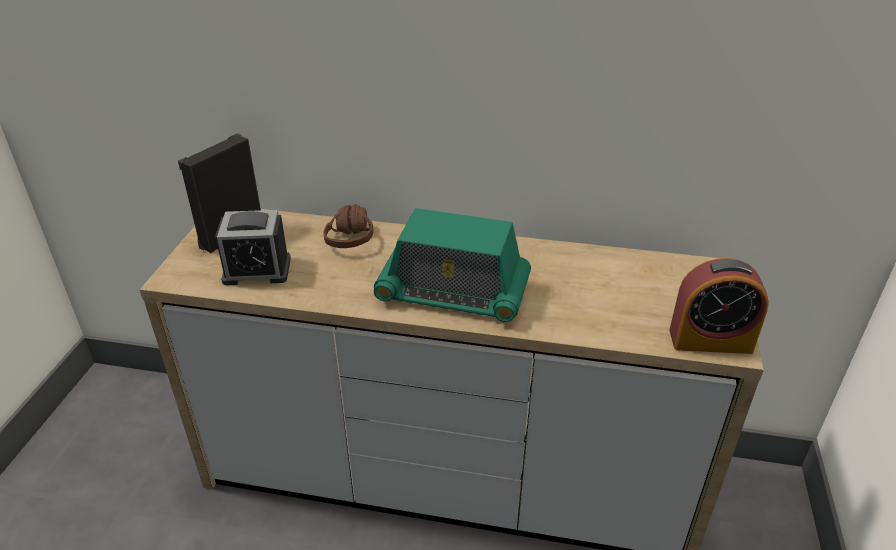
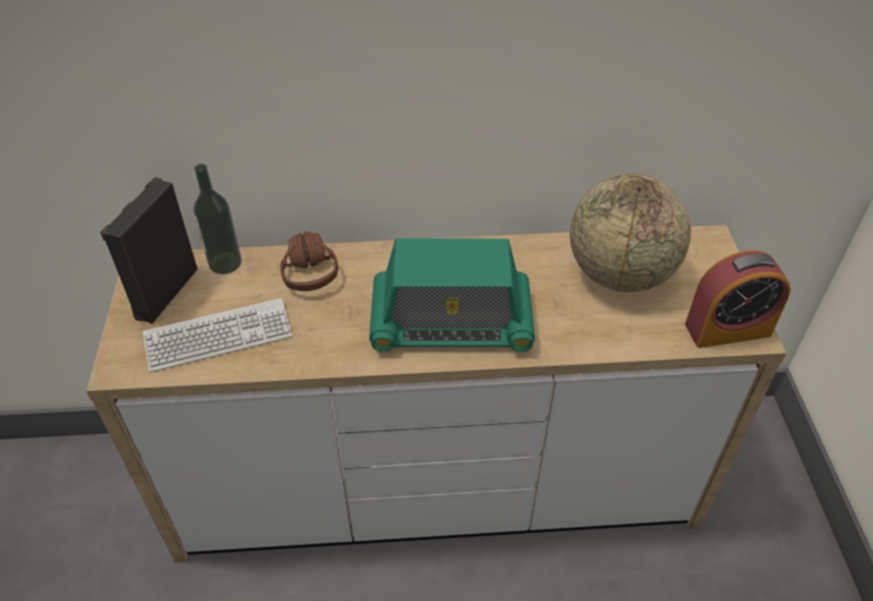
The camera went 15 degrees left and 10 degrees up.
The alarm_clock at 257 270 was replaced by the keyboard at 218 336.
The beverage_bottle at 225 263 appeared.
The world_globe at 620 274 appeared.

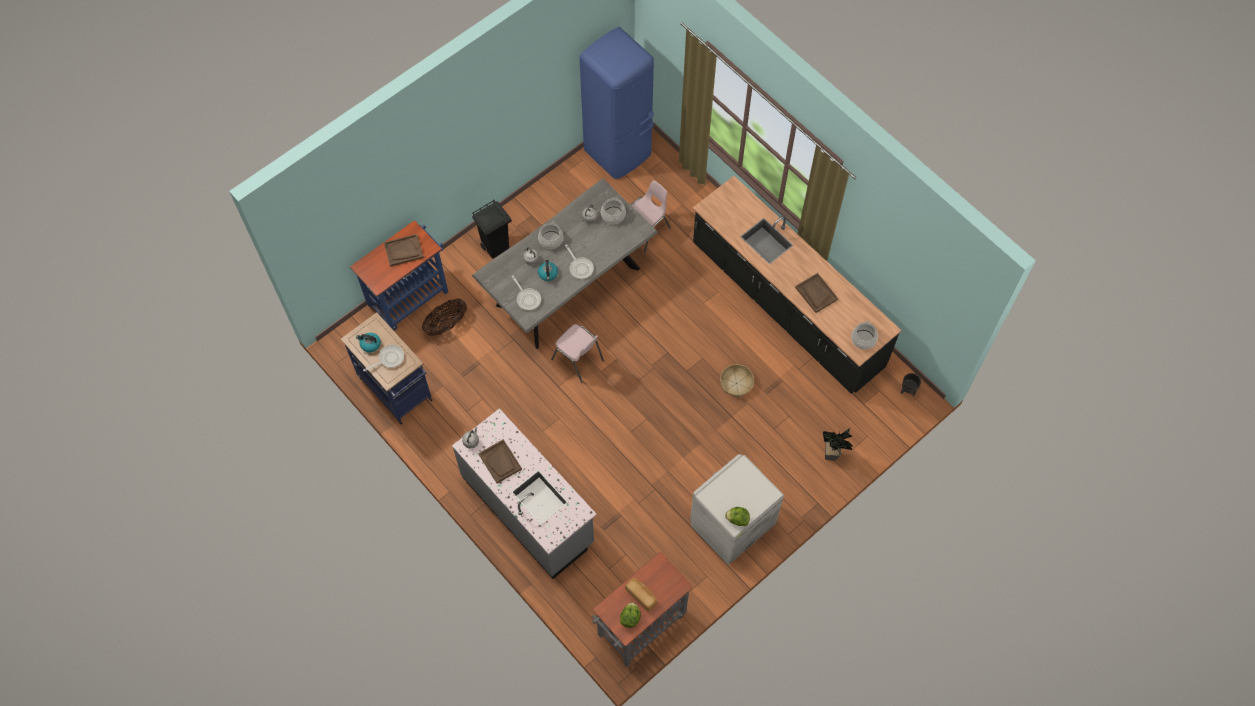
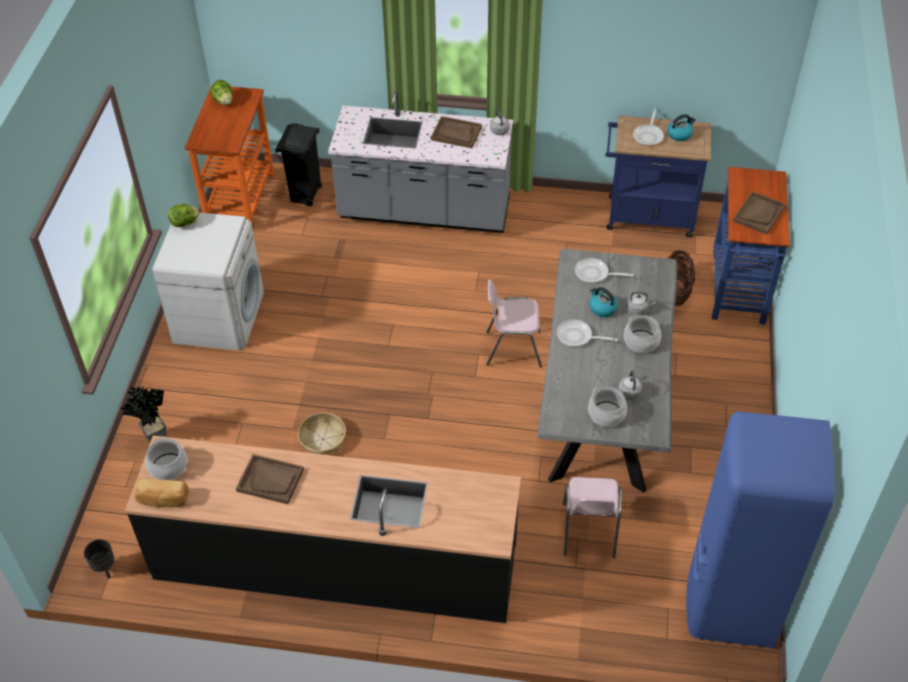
The camera went 140 degrees right and 15 degrees down.
The bakery_bread moved from 641 595 to 163 499.
The gray_trolley at 640 626 became the orange_trolley at 240 199.
The black_rubbish_bin moved from 496 247 to 305 196.

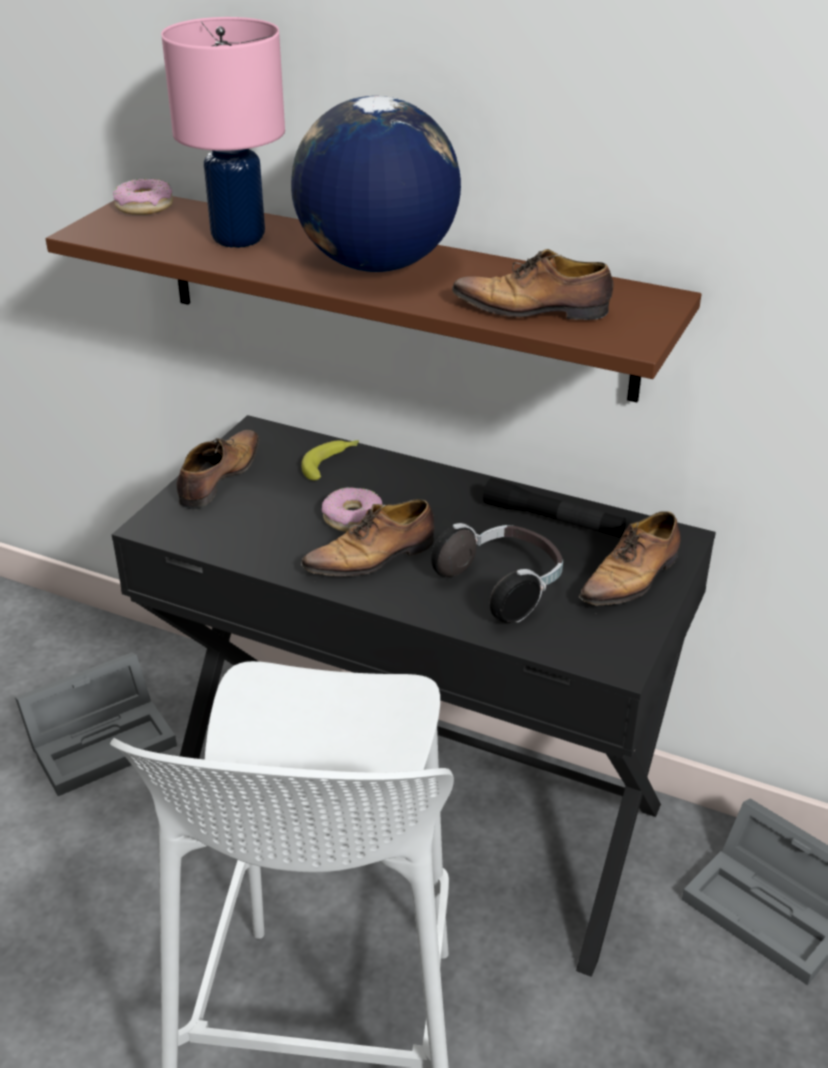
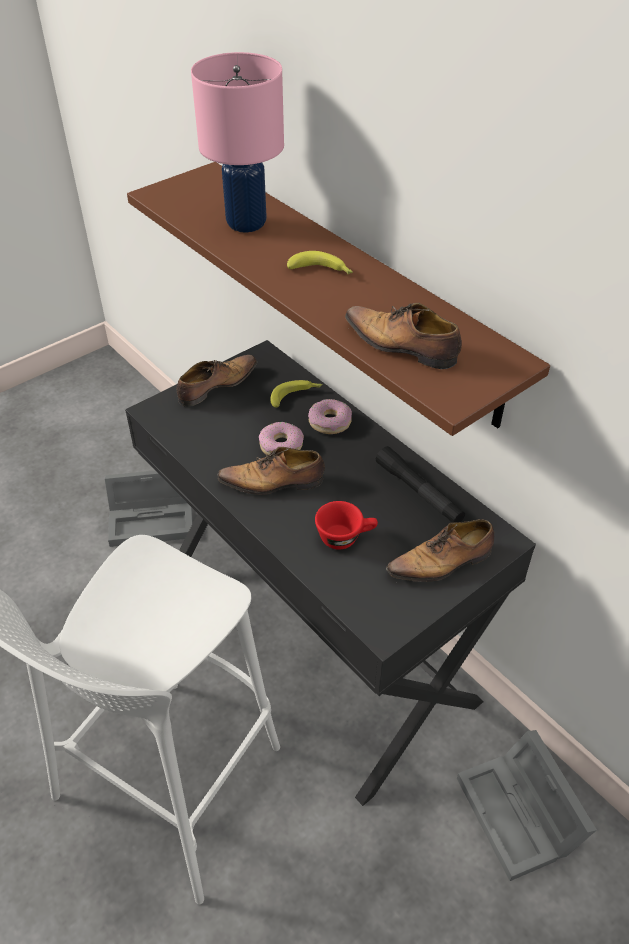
The camera went 25 degrees right and 10 degrees up.
The world_globe at 376 264 was replaced by the whole_banana at 322 271.
The doughnut moved from 144 206 to 330 422.
The headphones at 503 587 was replaced by the reddish_cup at 345 537.

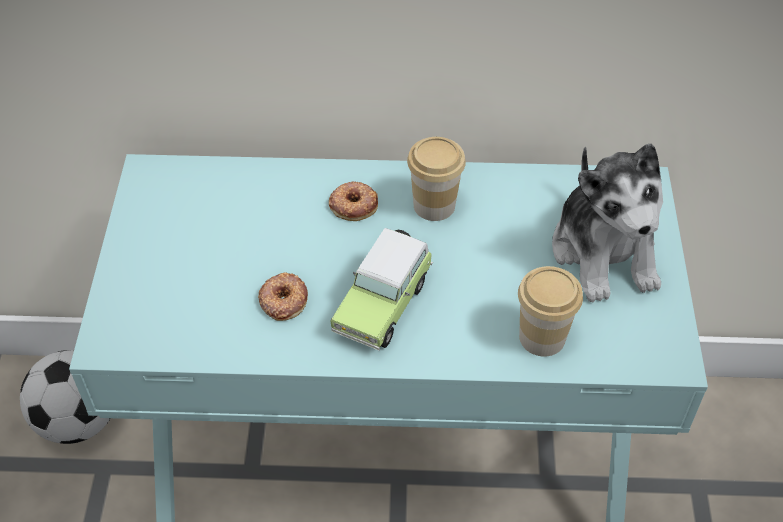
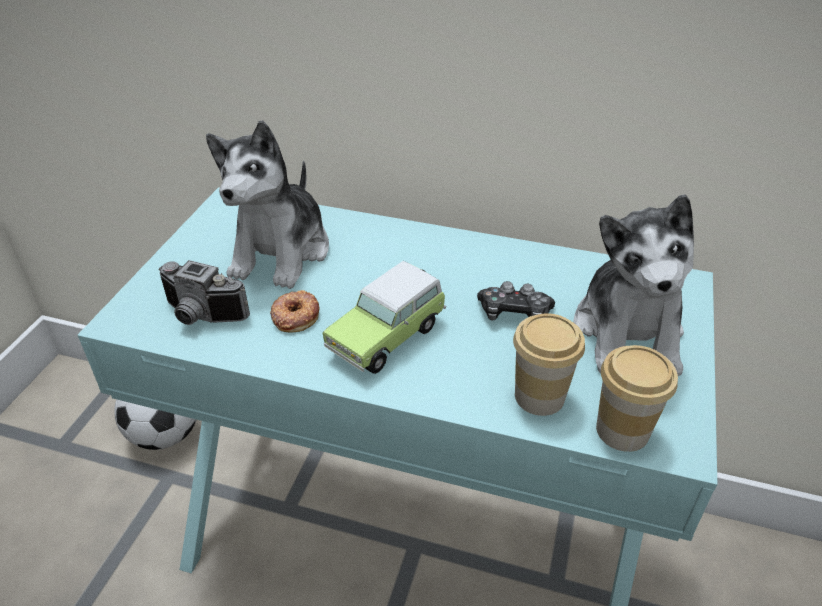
The camera went 15 degrees right and 10 degrees down.
The still_camera at 200 317 appeared.
The soft_toy at 281 252 appeared.
The joypad at 514 313 appeared.
The cup moved from 434 205 to 622 430.
The doughnut at 353 204 disappeared.

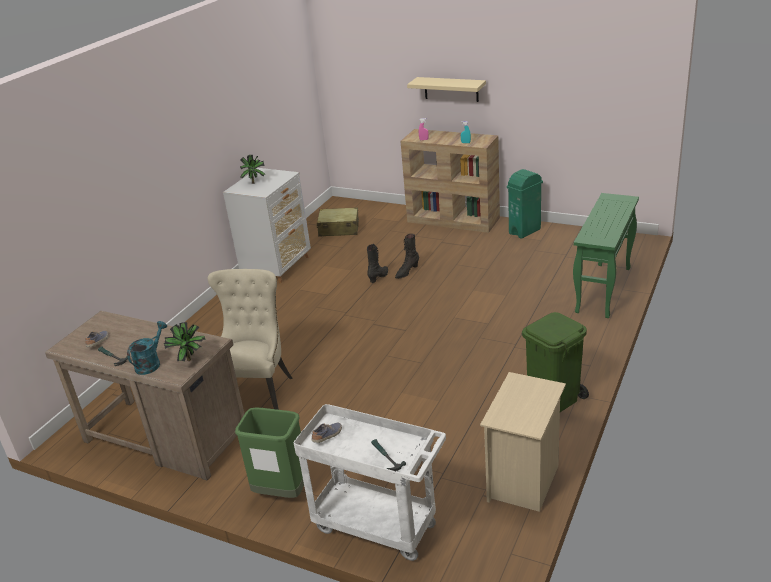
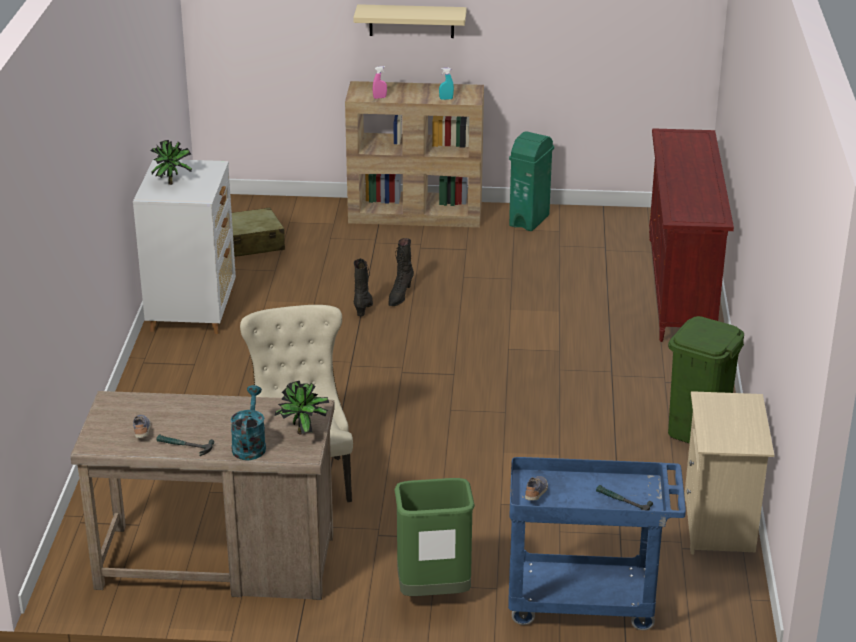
The camera went 25 degrees left and 0 degrees up.
The whitish_trolley at 380 530 became the blue_trolley at 588 608.
The greenish_narrow_table at 603 290 was replaced by the reddish_chest_of_drawers at 680 289.

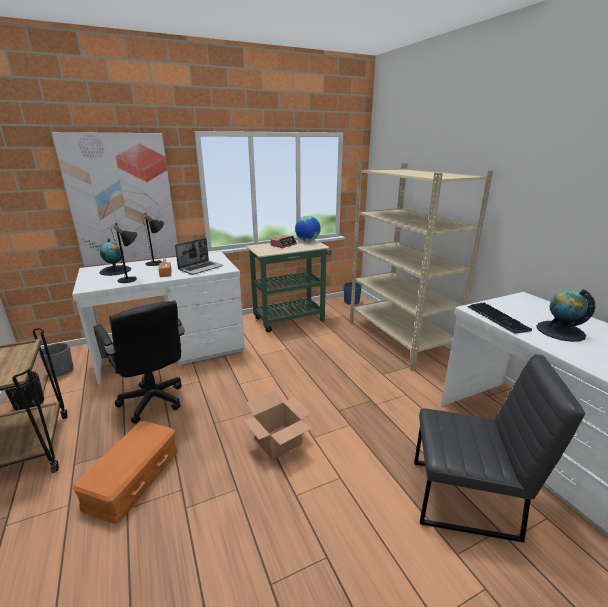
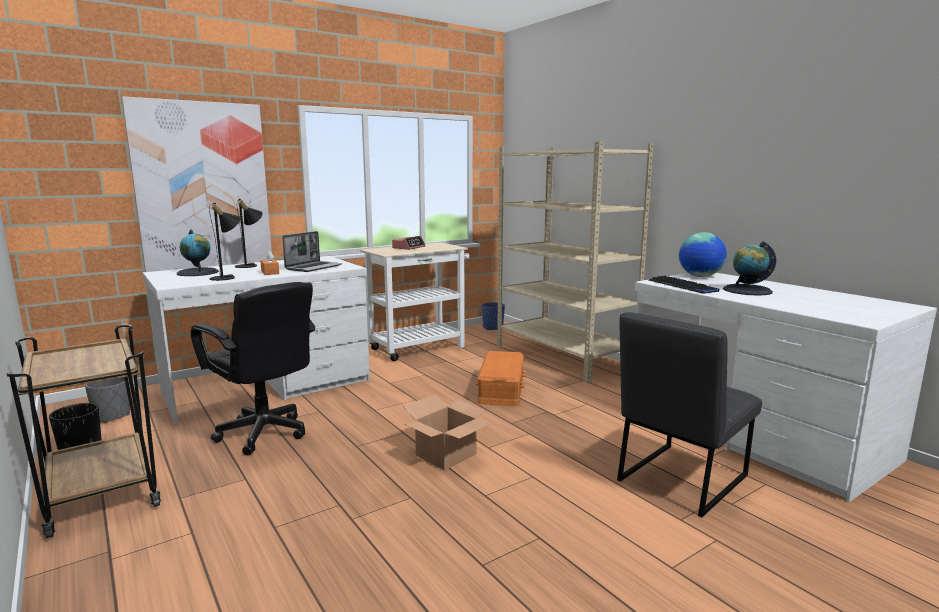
The camera went 10 degrees left and 10 degrees down.
The greenish_trolley at 290 319 became the whitish_trolley at 418 348.
The orange_storage_box moved from 133 478 to 502 389.
The gray_chair at 467 499 turned 135 degrees clockwise.
The world_globe moved from 307 241 to 700 276.

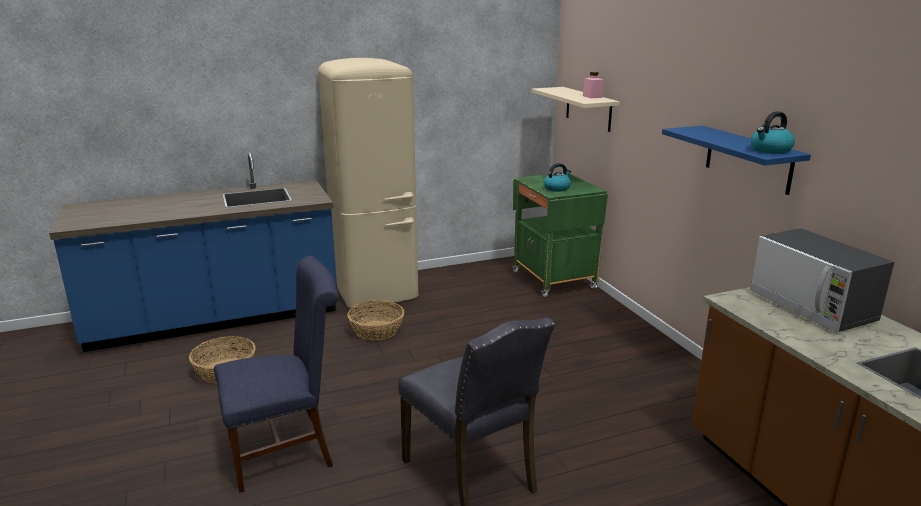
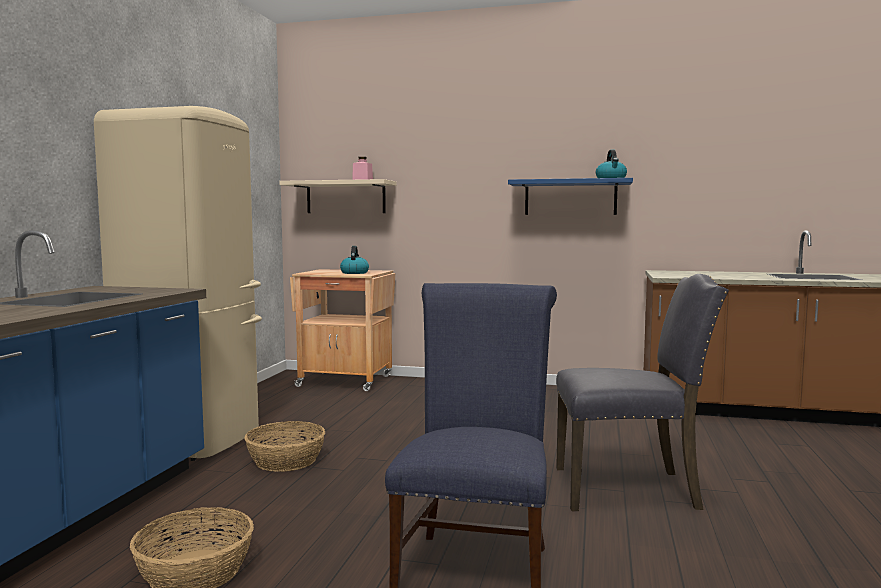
The camera went 55 degrees left and 15 degrees down.
The greenish_trolley at 554 281 became the brownish_trolley at 346 381.
The microwave at 811 307 disappeared.

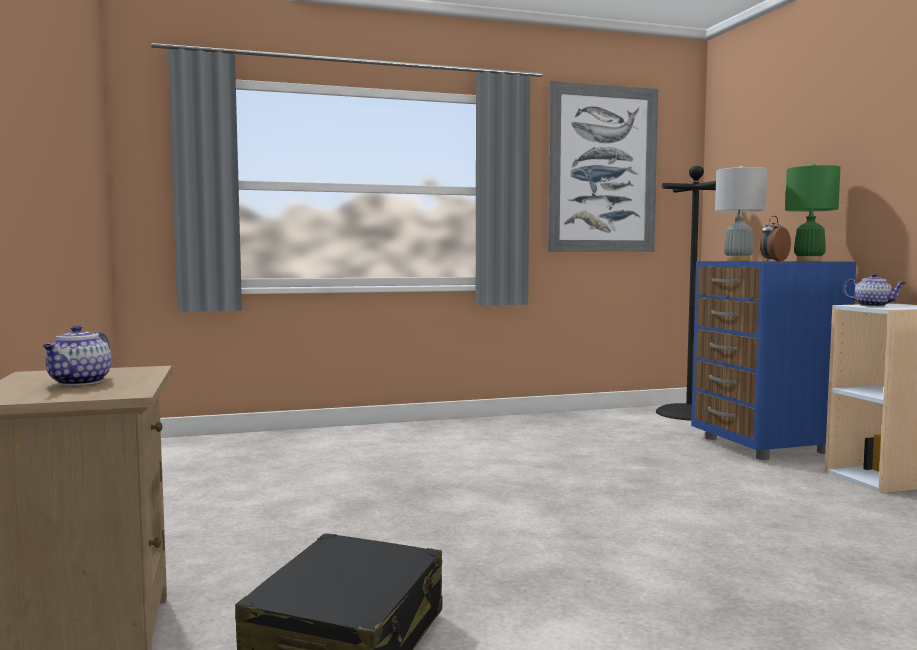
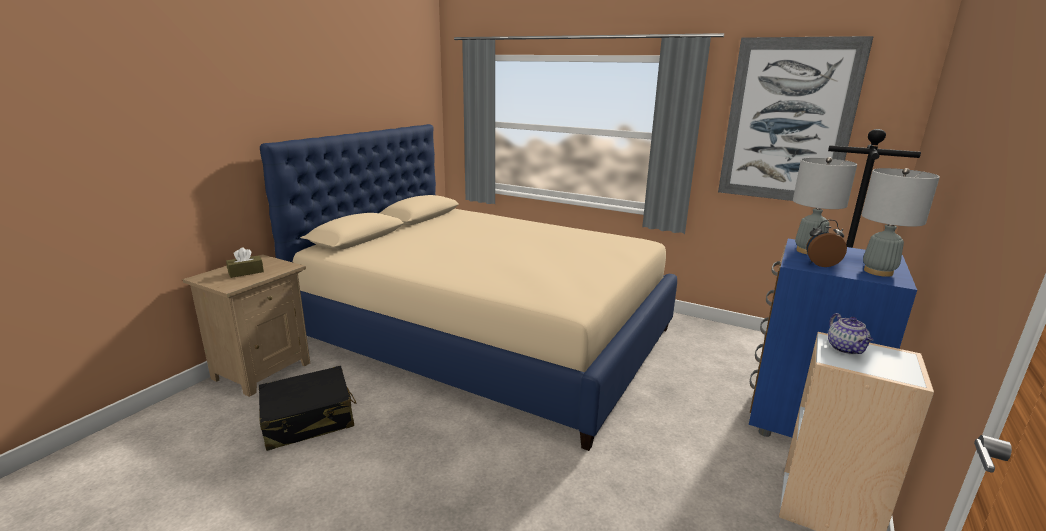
The camera went 45 degrees right and 15 degrees up.
The tea_pot at 79 382 was replaced by the brownish_box_of_tissues at 246 272.
The sand-coloured_bedroom_bed at 485 335 appeared.
The greenish_tabletop_lamp at 809 261 became the gray_tabletop_lamp at 878 272.

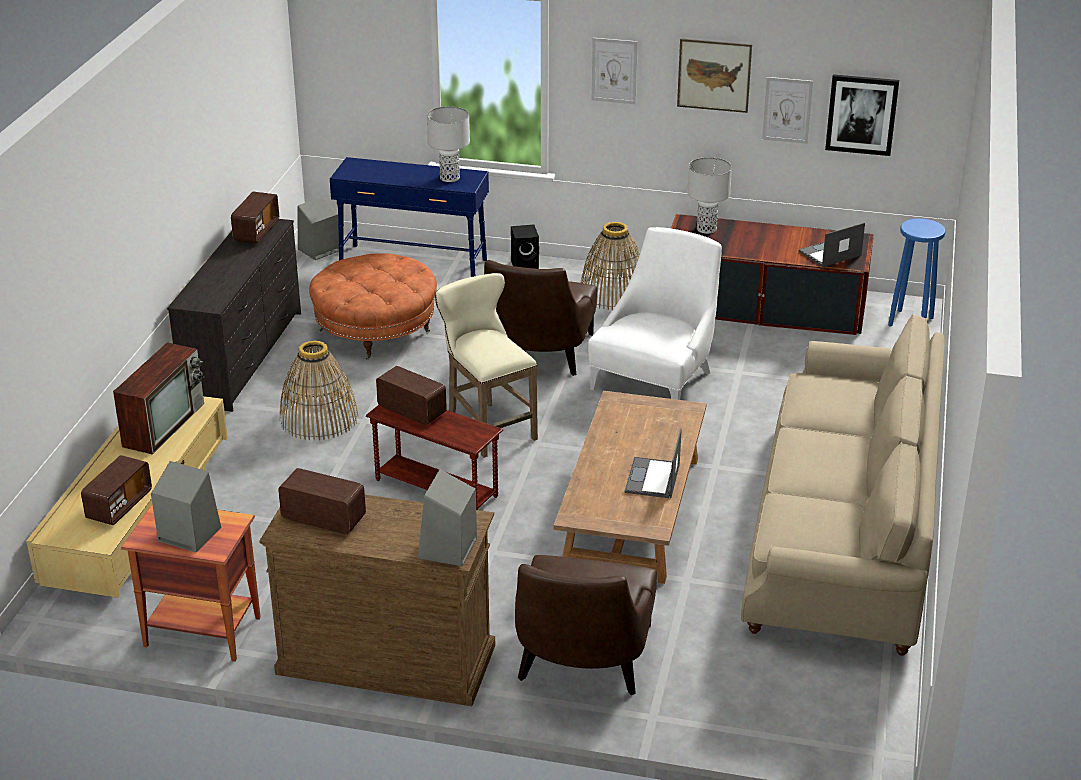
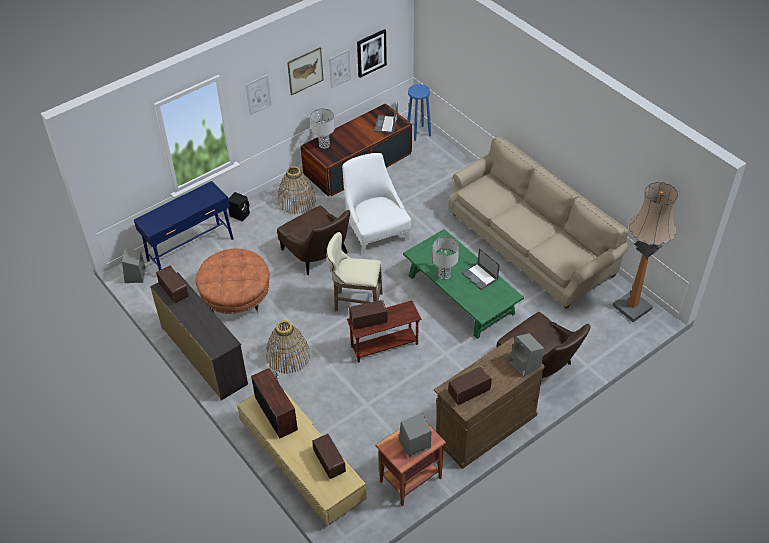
The camera went 50 degrees left and 15 degrees up.
The brownish_low_table at 633 512 became the greenish_low_table at 461 294.
The whitish_tabletop_lamp moved from 449 178 to 444 275.
The standing_lamp at 632 307 appeared.

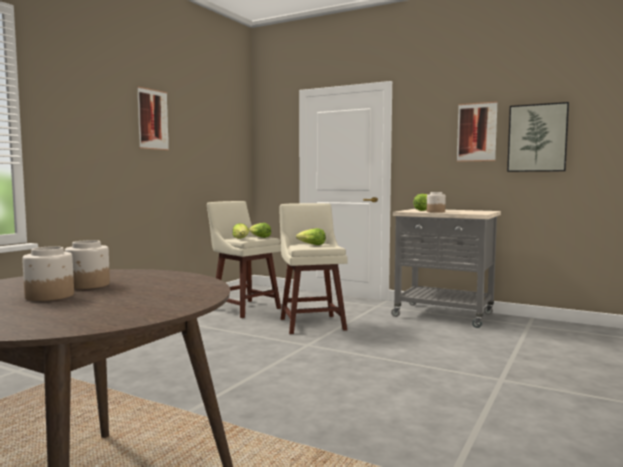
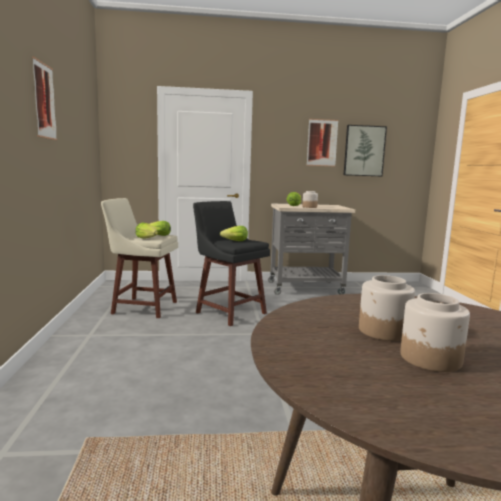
The camera went 35 degrees left and 5 degrees up.
The sand-coloured_sitting_stool at 312 323 became the black_sitting_stool at 229 312.

